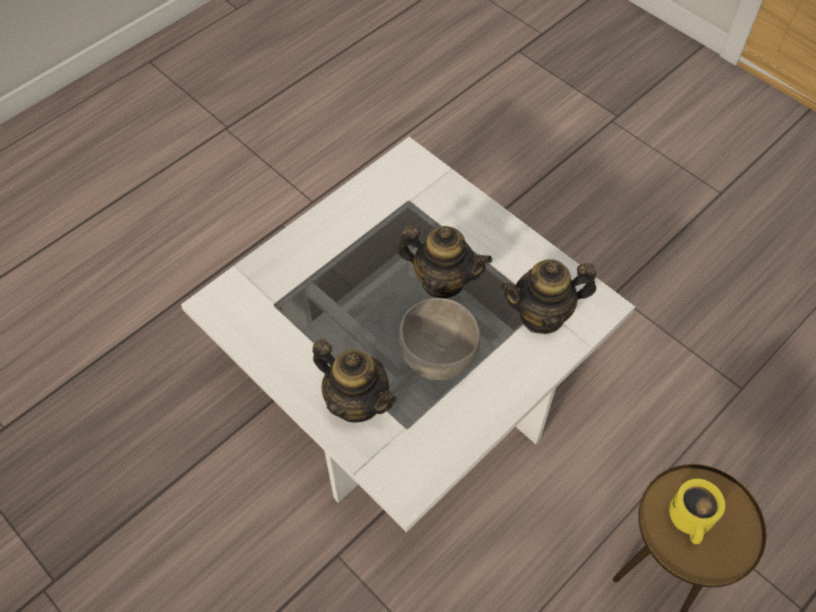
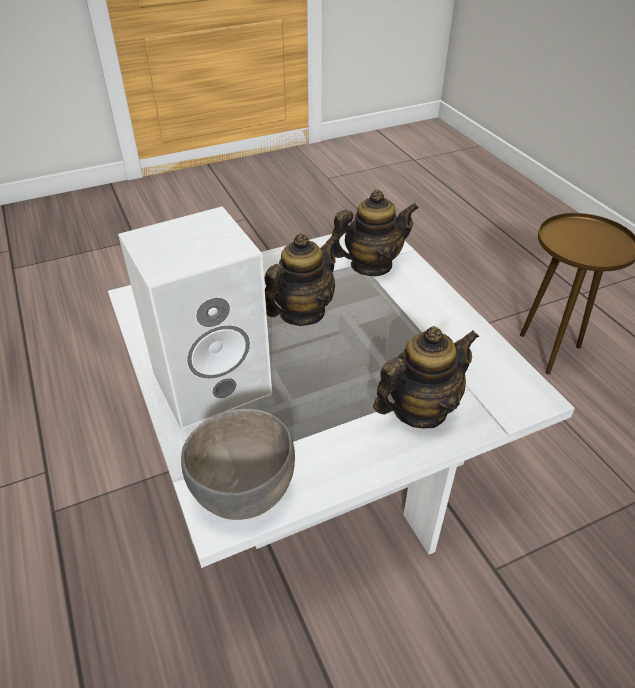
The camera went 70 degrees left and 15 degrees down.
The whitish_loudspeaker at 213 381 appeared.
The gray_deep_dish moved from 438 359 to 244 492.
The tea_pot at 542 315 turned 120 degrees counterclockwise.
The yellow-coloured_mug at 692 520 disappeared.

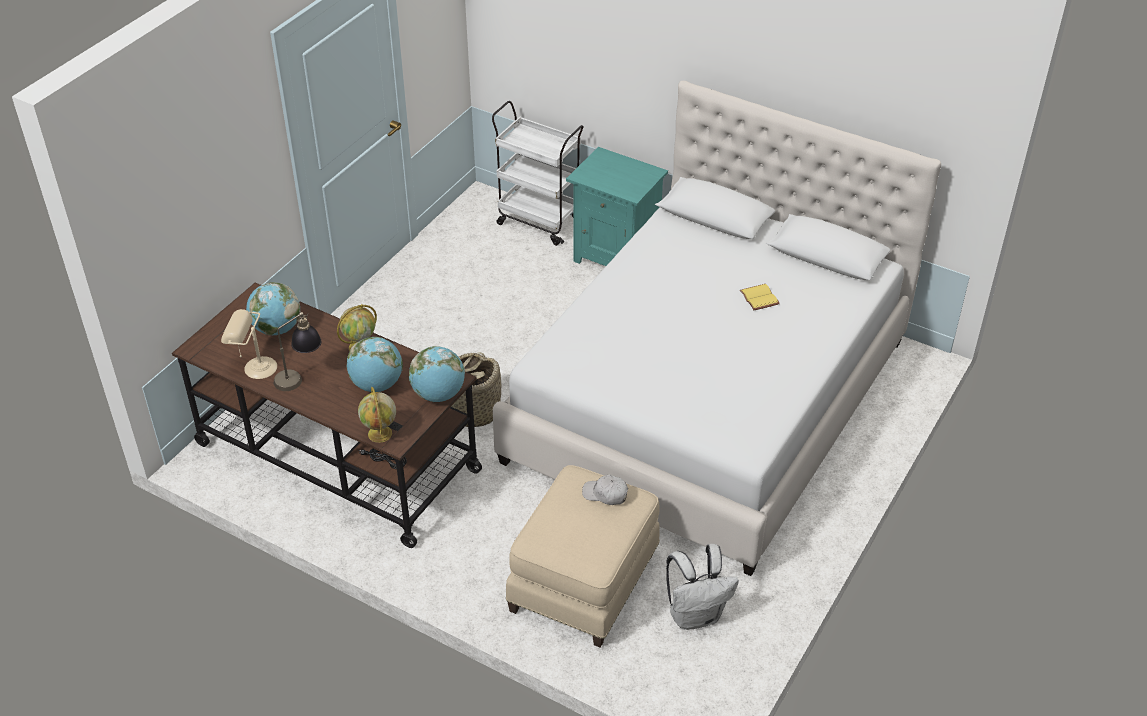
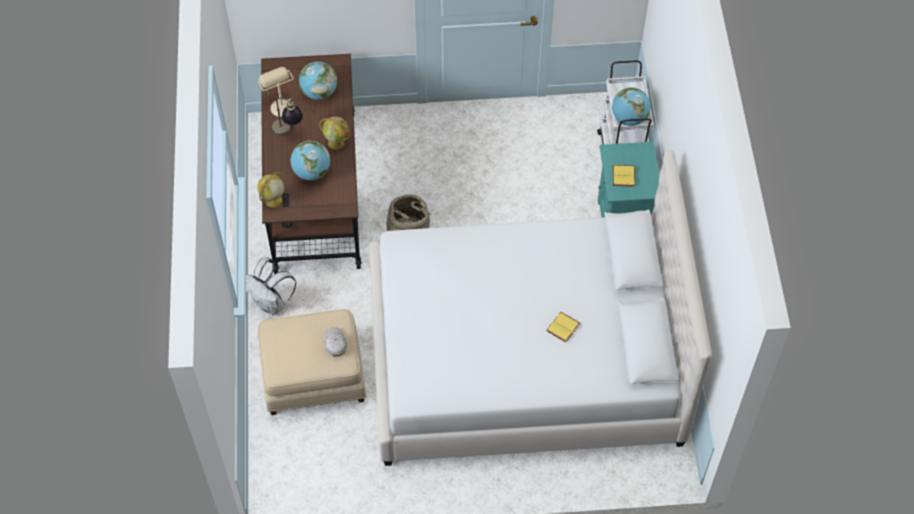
The camera went 55 degrees right and 15 degrees up.
The whitish_backpack moved from 696 615 to 271 303.
The world_globe moved from 438 394 to 629 118.
The yellow-coloured_volume at 622 176 appeared.

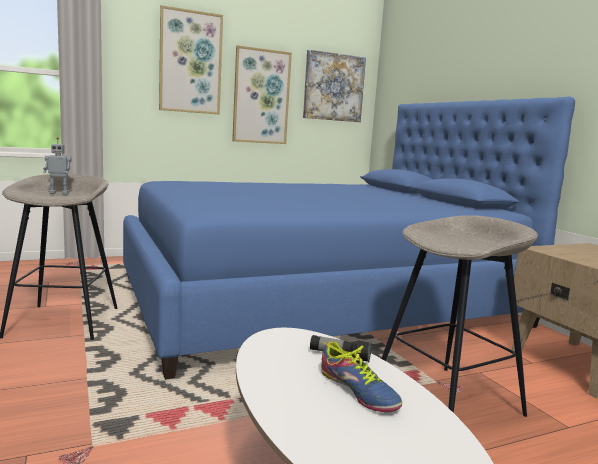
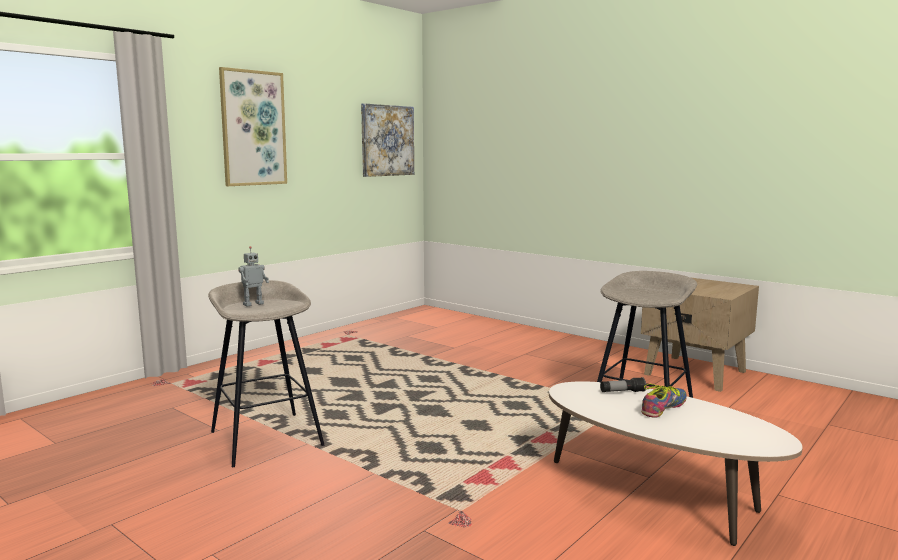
The camera went 25 degrees left and 0 degrees up.
The item_of_footwear at 358 390 turned 75 degrees counterclockwise.
The blue_bedroom_bed at 318 300 disappeared.
The picture at 261 96 disappeared.

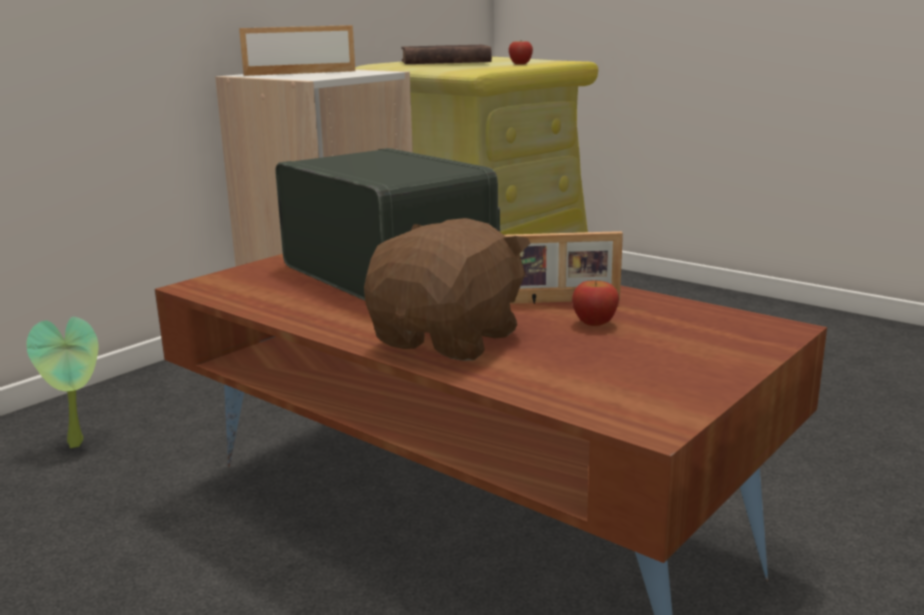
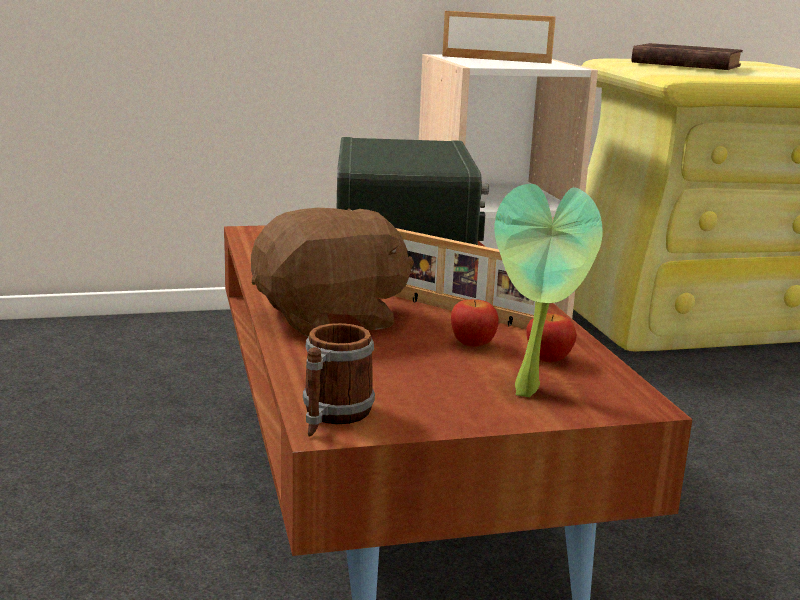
The camera went 35 degrees right and 0 degrees up.
The mug at 332 417 appeared.
The potted_plant moved from 80 443 to 532 393.
The whole_apple moved from 520 64 to 548 359.

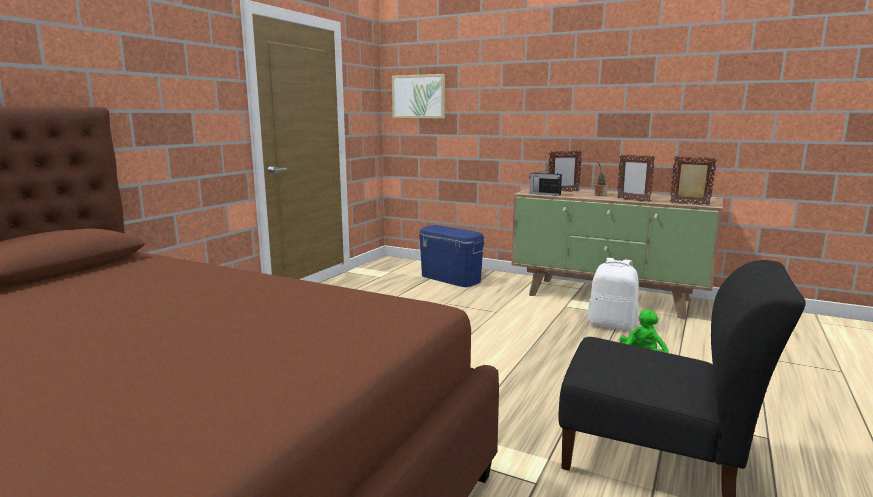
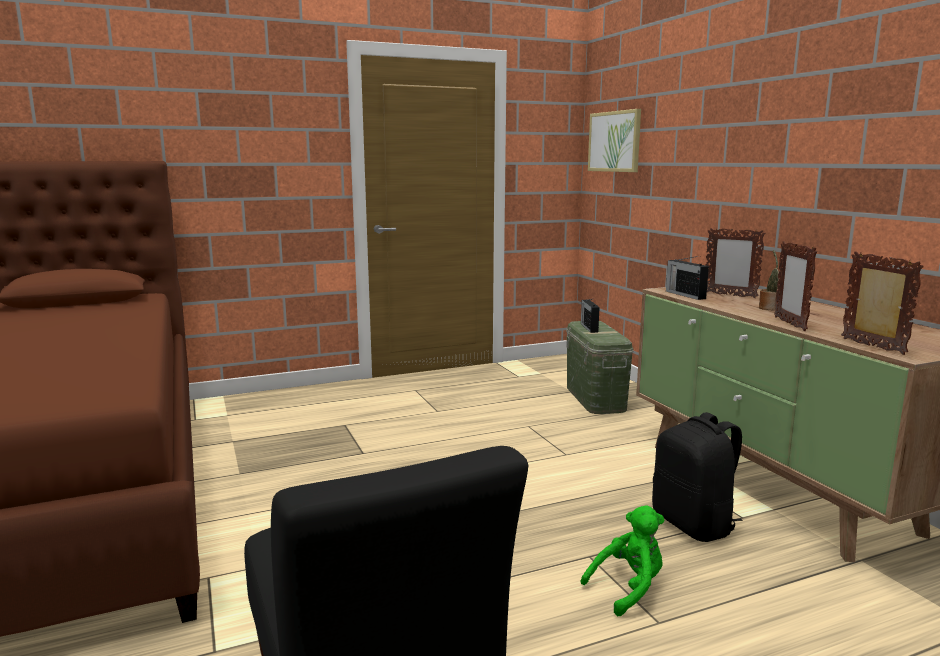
The camera went 40 degrees right and 0 degrees up.
The blue_storage_box at 450 278 became the greenish_storage_box at 595 398.
The radio_receiver at 589 327 appeared.
The whitish_backpack at 612 324 became the black_backpack at 694 524.

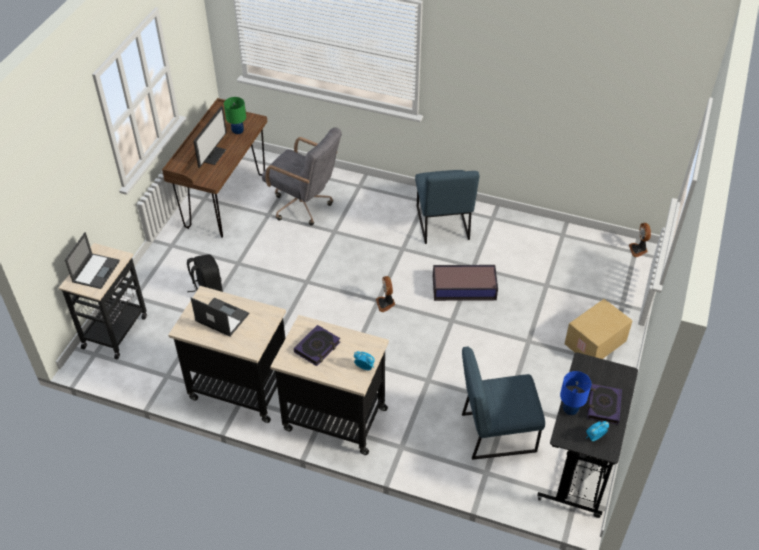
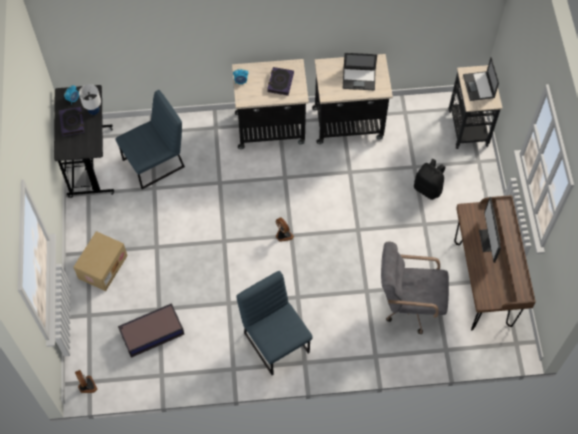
The camera went 155 degrees right and 15 degrees up.
The blue_tabletop_lamp at 570 410 became the whitish_tabletop_lamp at 93 111.
The storage_box moved from 465 288 to 151 333.
The greenish_tabletop_lamp at 238 131 disappeared.

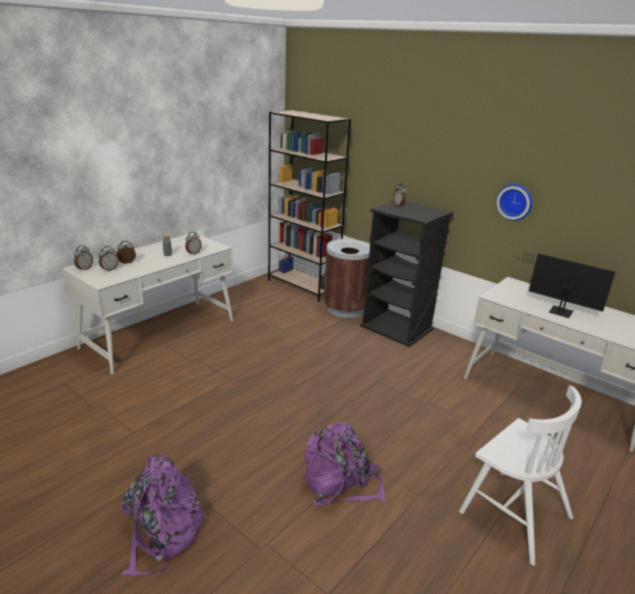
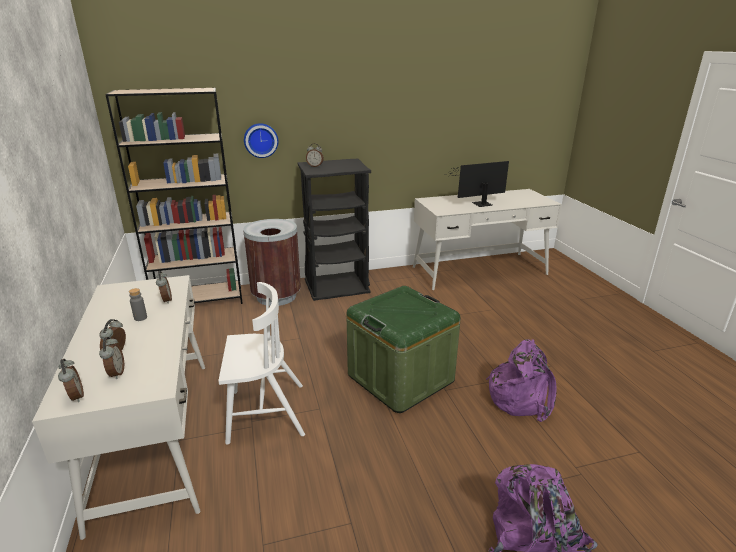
The camera went 55 degrees left and 0 degrees up.
The whitish_chair moved from 510 510 to 261 413.
The wall_clock moved from 515 201 to 261 140.
The greenish_storage_box at 400 378 appeared.

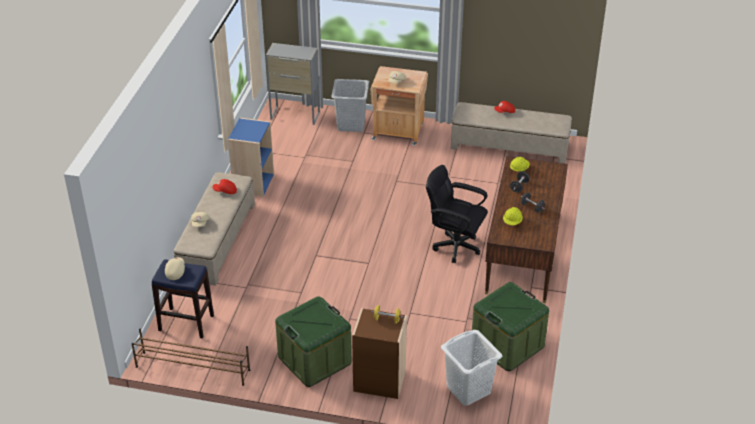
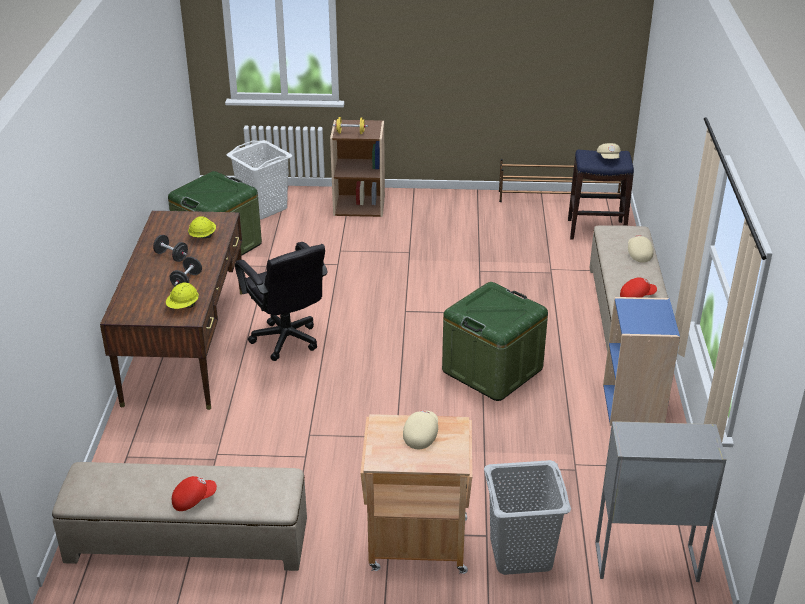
The camera went 170 degrees right and 5 degrees down.
The black_desk_chair at 453 248 turned 45 degrees clockwise.
The greenish_storage_box moved from 314 360 to 492 370.

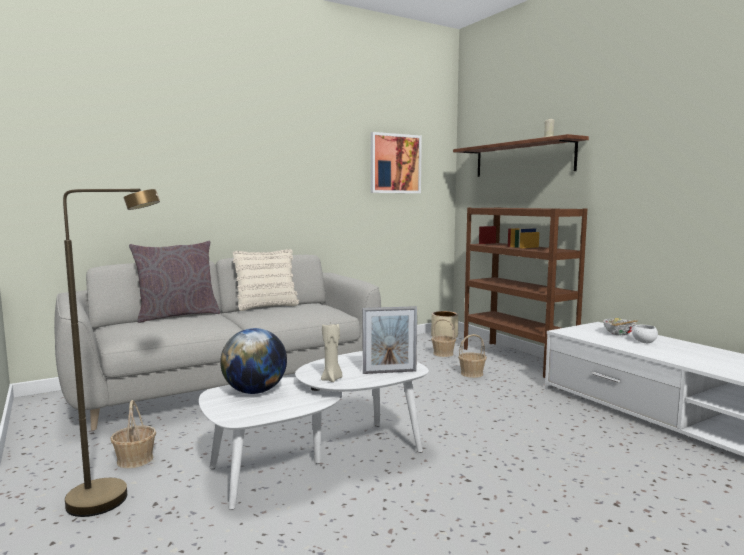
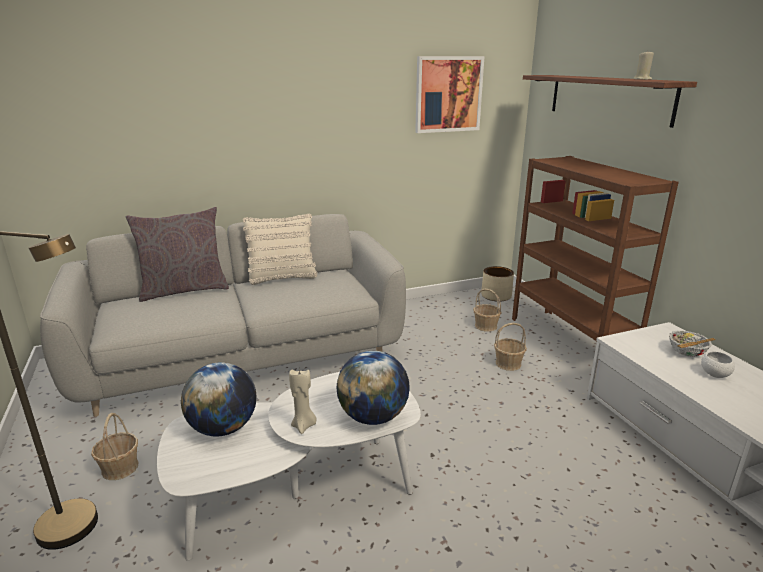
The camera went 10 degrees right and 15 degrees up.
The photo_frame at 389 372 was replaced by the world_globe at 373 417.

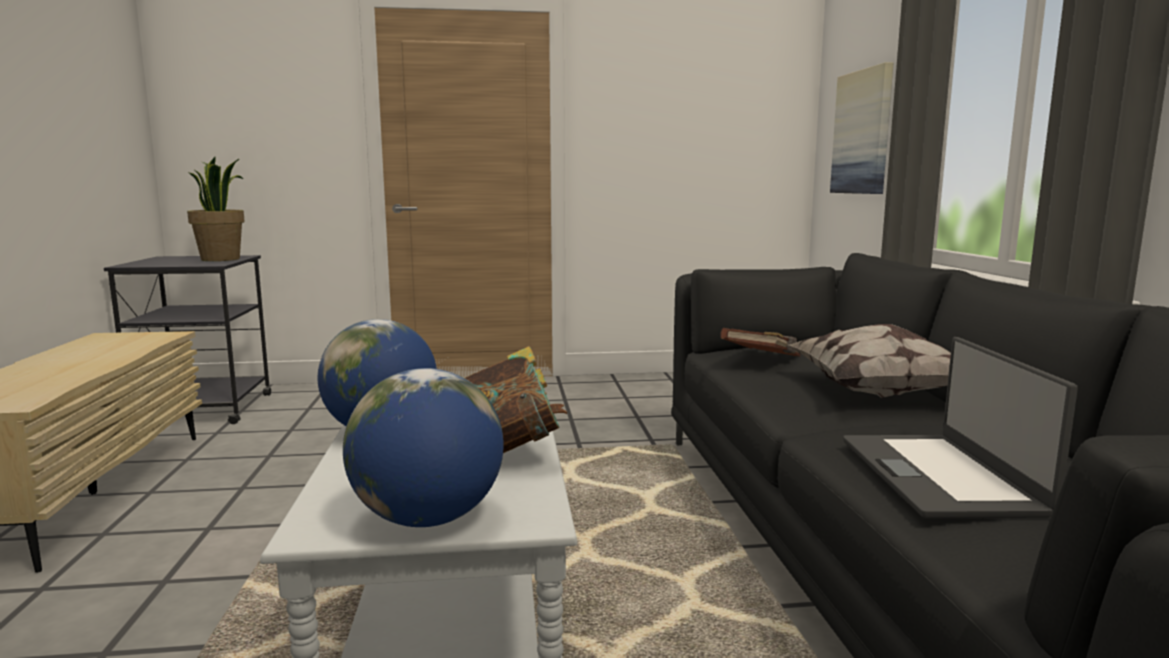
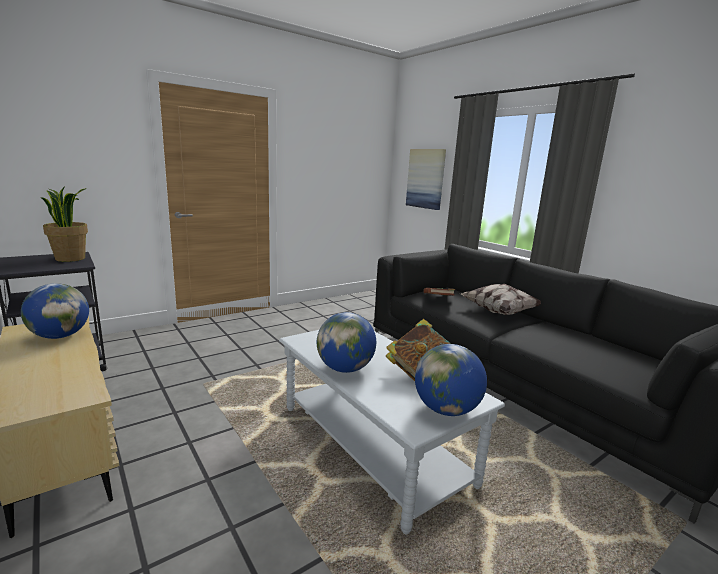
The camera went 30 degrees left and 5 degrees up.
The world_globe at 60 336 appeared.
The portable_computer at 940 475 disappeared.

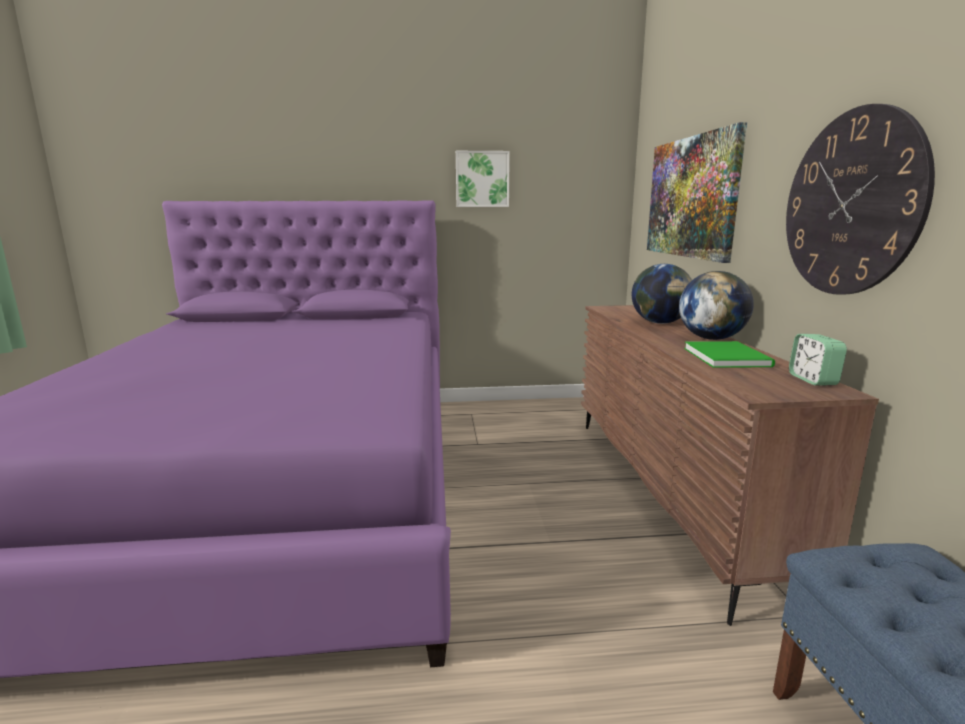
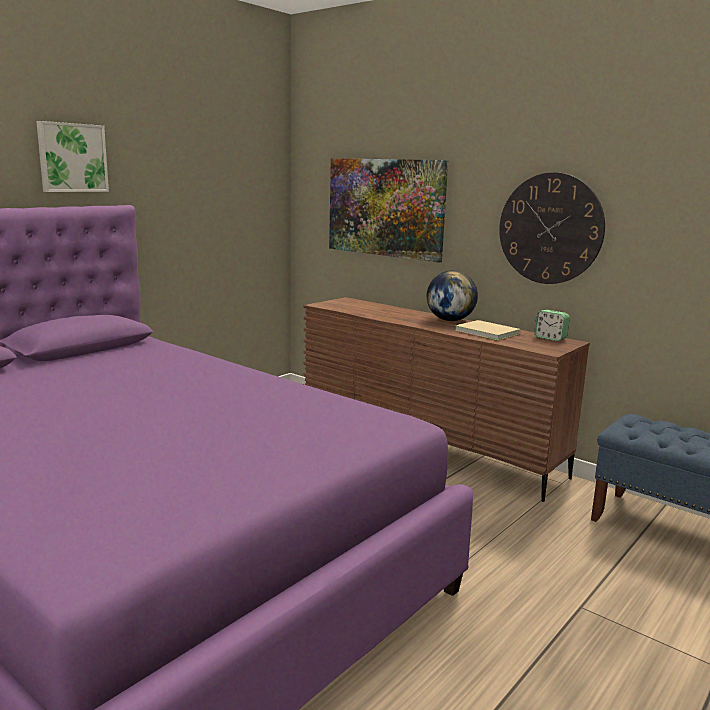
The camera went 45 degrees left and 0 degrees up.
The picture moved from 482 179 to 72 157.
The greenish_volume at 727 356 became the sand-coloured_volume at 486 331.
The world_globe at 660 323 disappeared.

